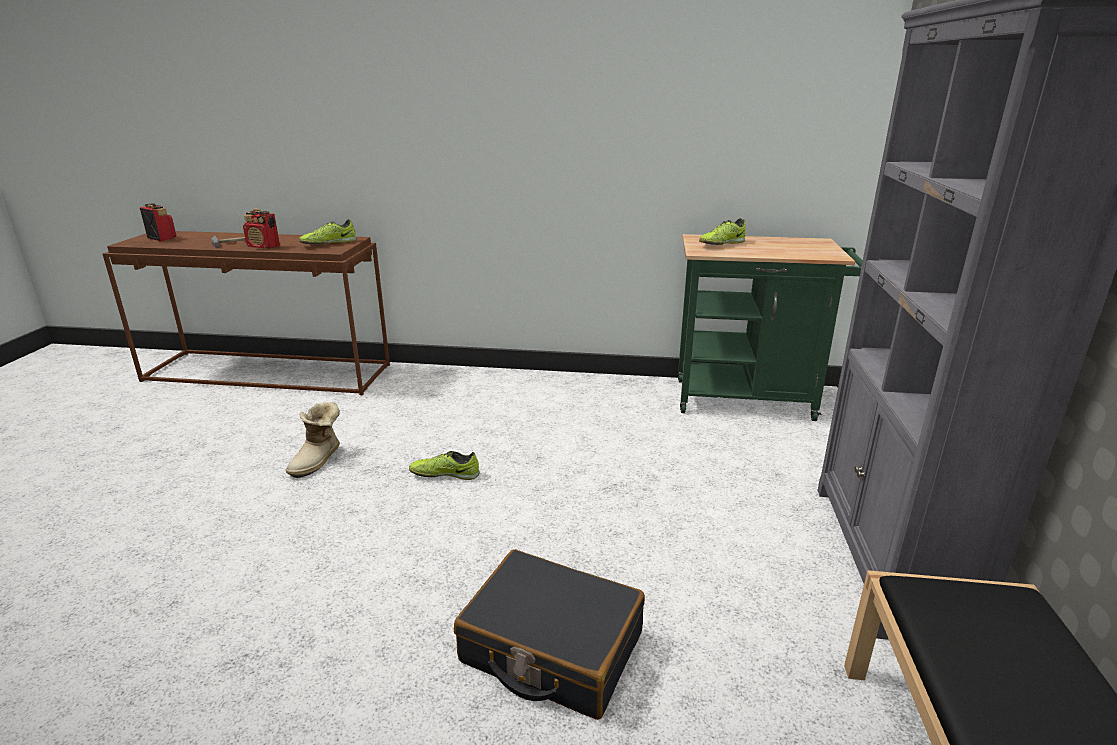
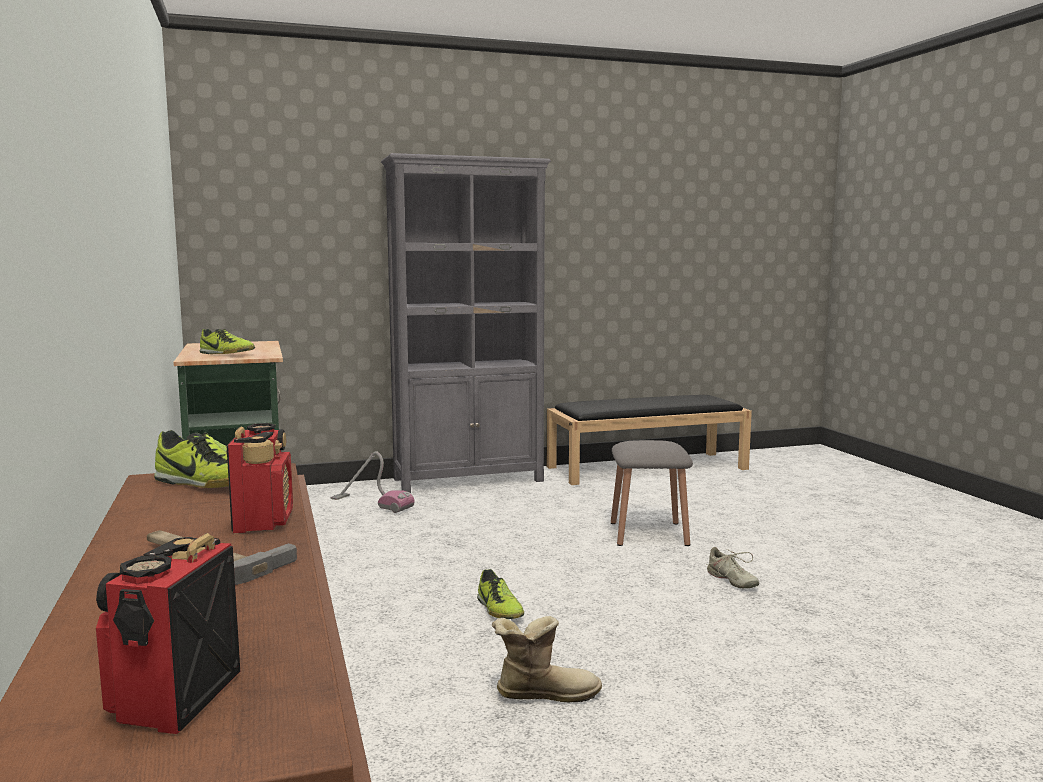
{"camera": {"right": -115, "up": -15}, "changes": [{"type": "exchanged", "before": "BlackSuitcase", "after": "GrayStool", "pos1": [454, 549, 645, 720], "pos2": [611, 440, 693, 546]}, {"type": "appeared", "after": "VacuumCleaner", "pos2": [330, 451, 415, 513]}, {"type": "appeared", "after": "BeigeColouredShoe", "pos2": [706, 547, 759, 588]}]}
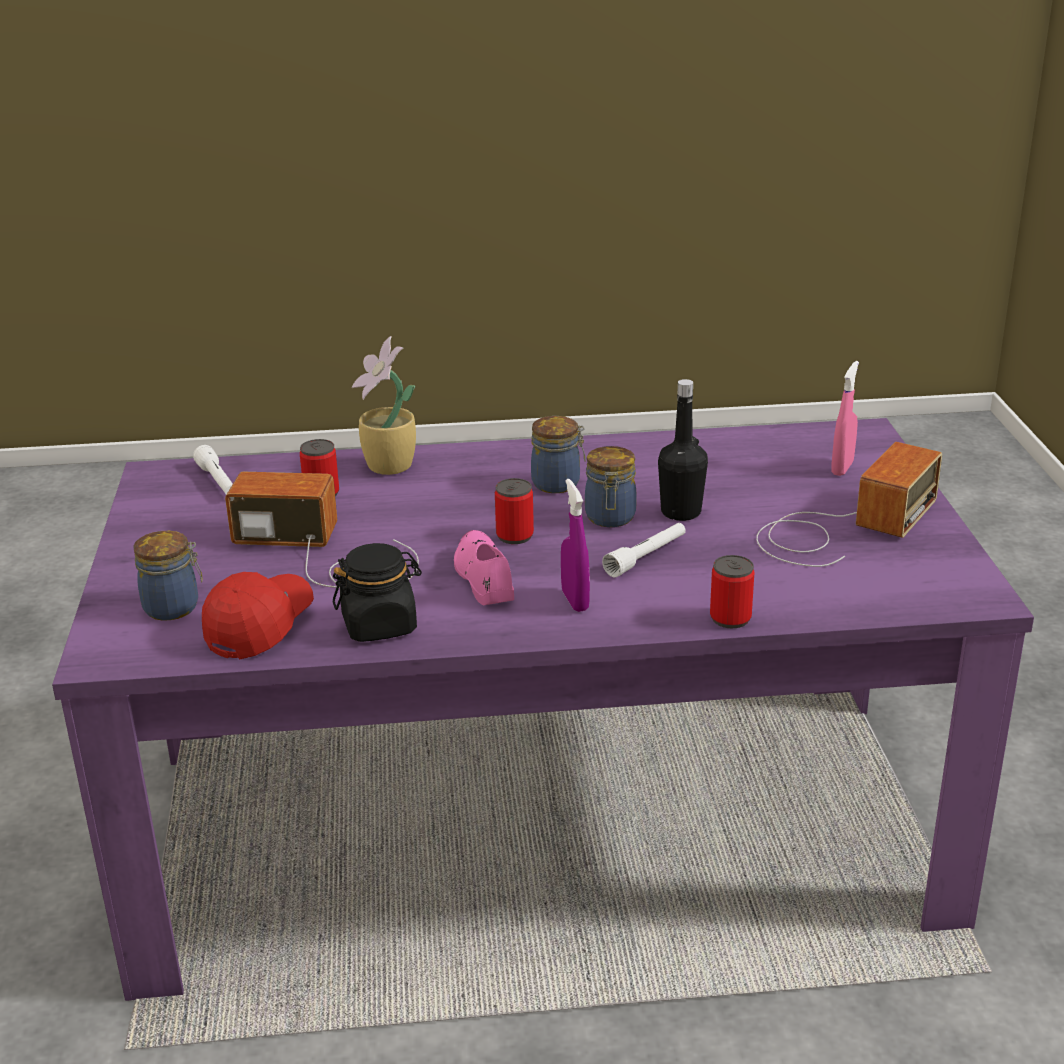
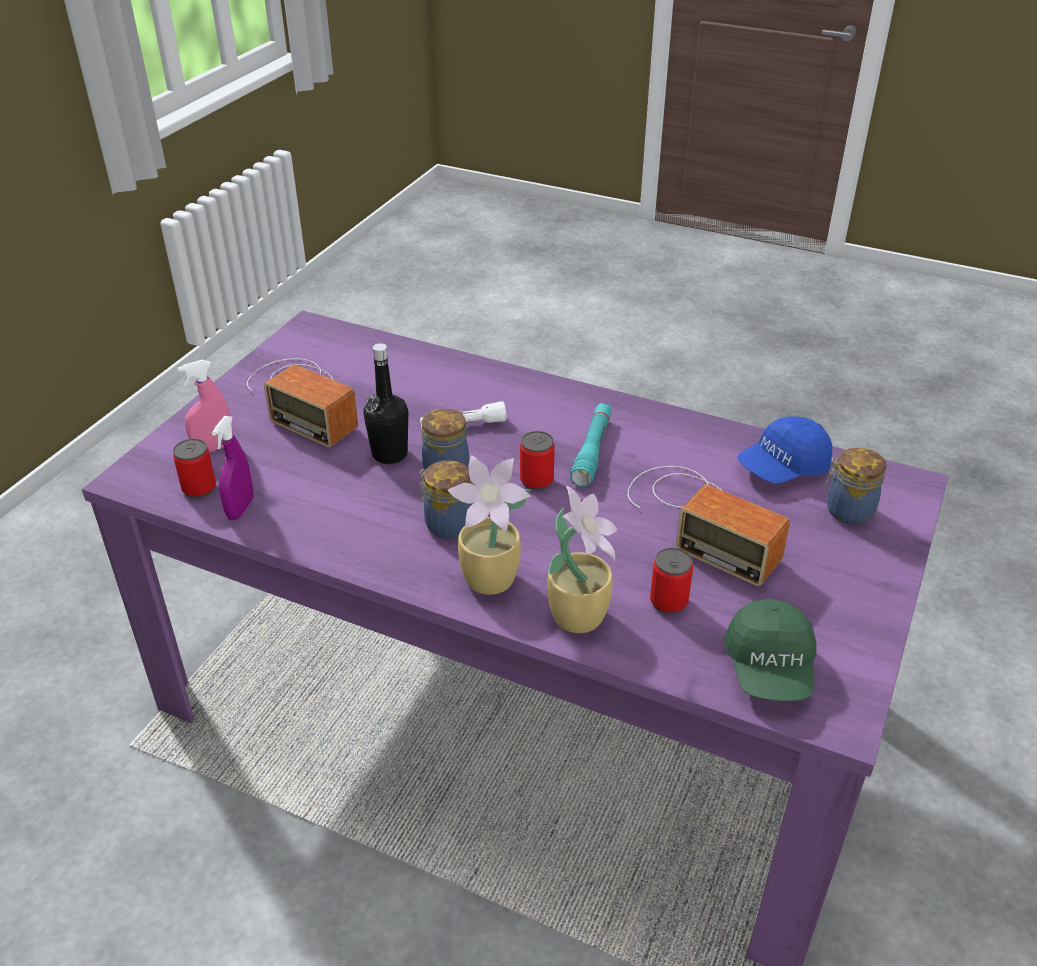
{"camera": {"right": -150, "up": 10}, "changes": [{"type": "exchanged", "before": "WhitishTorch", "after": "GreenPeakedCap", "pos1": [193, 445, 233, 495], "pos2": [724, 599, 817, 701]}, {"type": "colour", "before": "RedColouredPeakedCap", "after": "BluePeakedCap", "pos1": [202, 572, 314, 659], "pos2": [737, 416, 832, 484]}, {"type": "missing", "before": "BlackStorageJar", "pos1": [333, 543, 422, 642]}, {"type": "exchanged", "before": "PinkColouredShoe", "after": "BlueGreenTorch", "pos1": [454, 530, 514, 605], "pos2": [570, 403, 612, 487]}, {"type": "relocated", "before": "PurplishSprayBottle", "pos1": [561, 479, 590, 612], "pos2": [212, 416, 254, 520]}, {"type": "relocated", "before": "SealedCan", "pos1": [710, 555, 755, 628], "pos2": [173, 439, 216, 498]}, {"type": "spun", "before": "RadioSet", "pos1": [756, 442, 942, 567], "pos2": [247, 358, 358, 448], "turn": -120}, {"type": "appeared", "after": "PottedPlant", "pos2": [448, 455, 531, 595]}]}
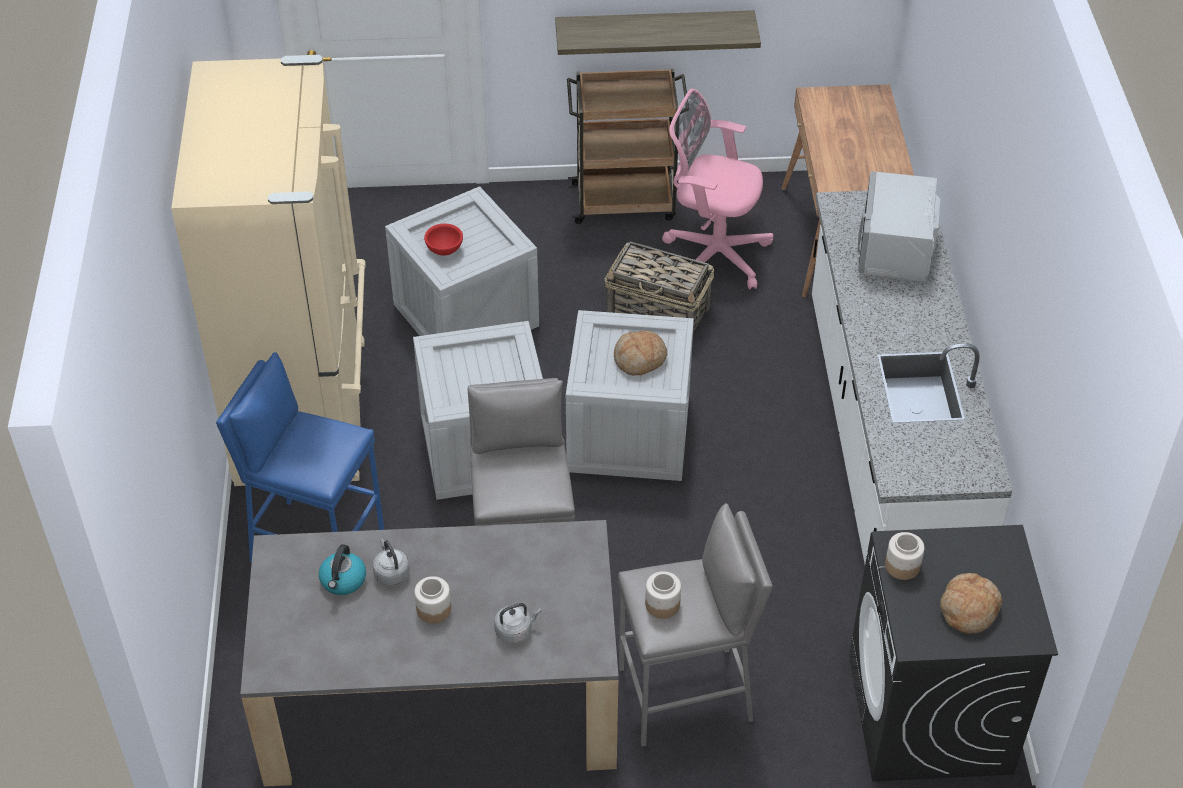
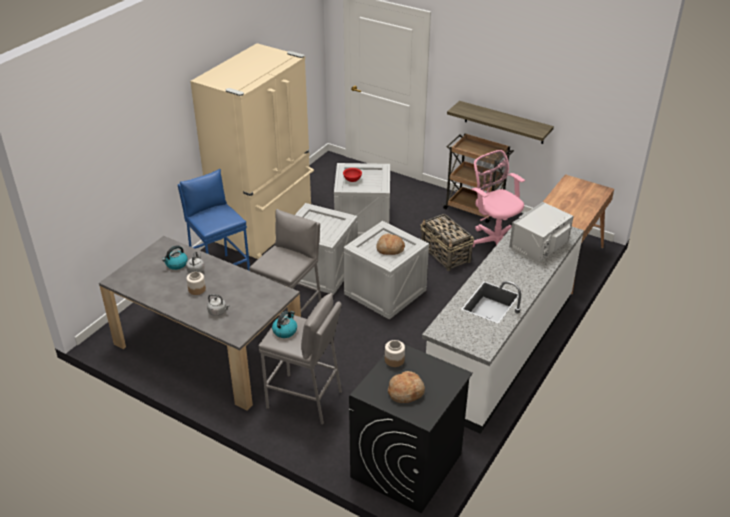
{"camera": {"right": 35, "up": -10}, "changes": [{"type": "exchanged", "before": "StorageJar", "after": "Kettle", "pos1": [645, 571, 681, 619], "pos2": [272, 311, 297, 338]}]}
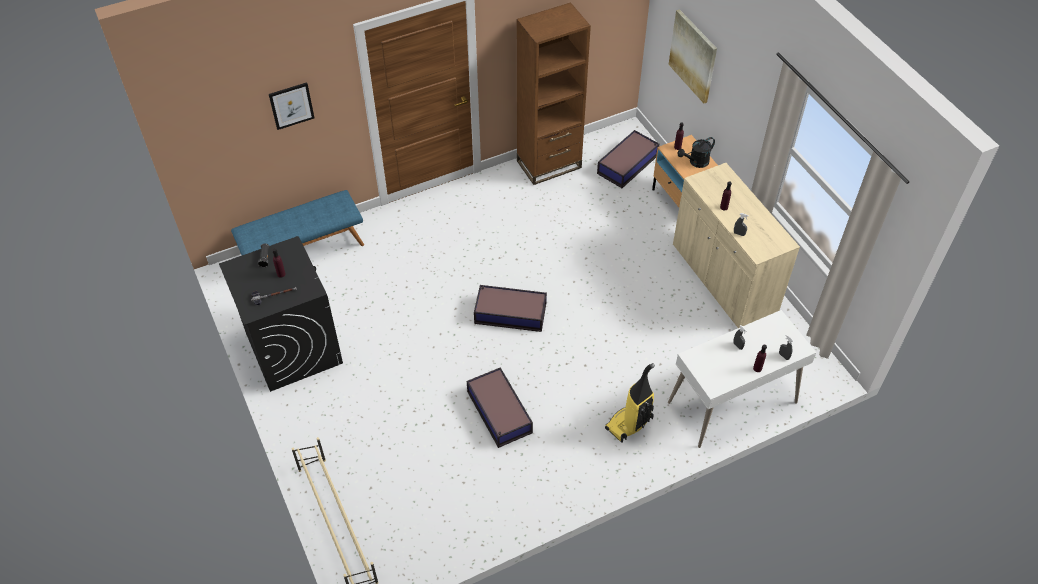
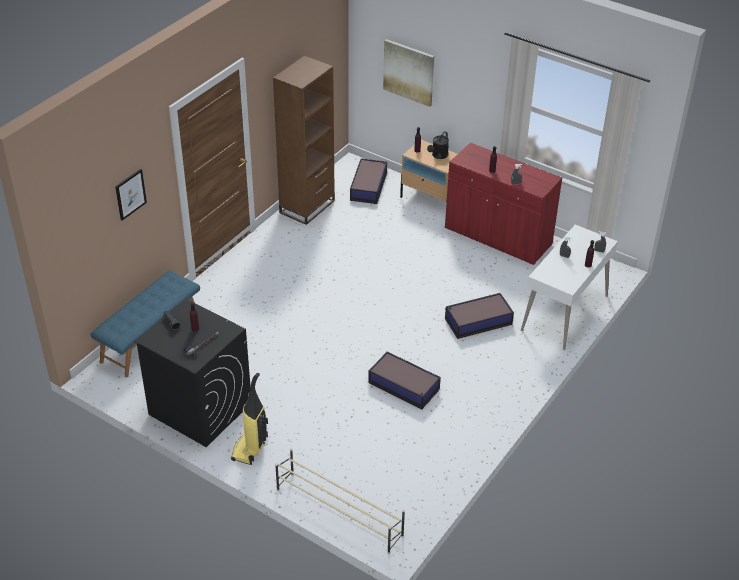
{"camera": {"right": -30, "up": -10}, "changes": [{"type": "relocated", "before": "StorageBin", "pos1": [474, 285, 547, 332], "pos2": [445, 293, 514, 339]}, {"type": "relocated", "before": "VacuumCleaner", "pos1": [605, 363, 655, 443], "pos2": [231, 373, 268, 465]}, {"type": "colour", "before": "BeigeColouredCupboard", "after": "RedColouredCupboard", "pos1": [673, 163, 800, 328], "pos2": [445, 143, 562, 265]}]}
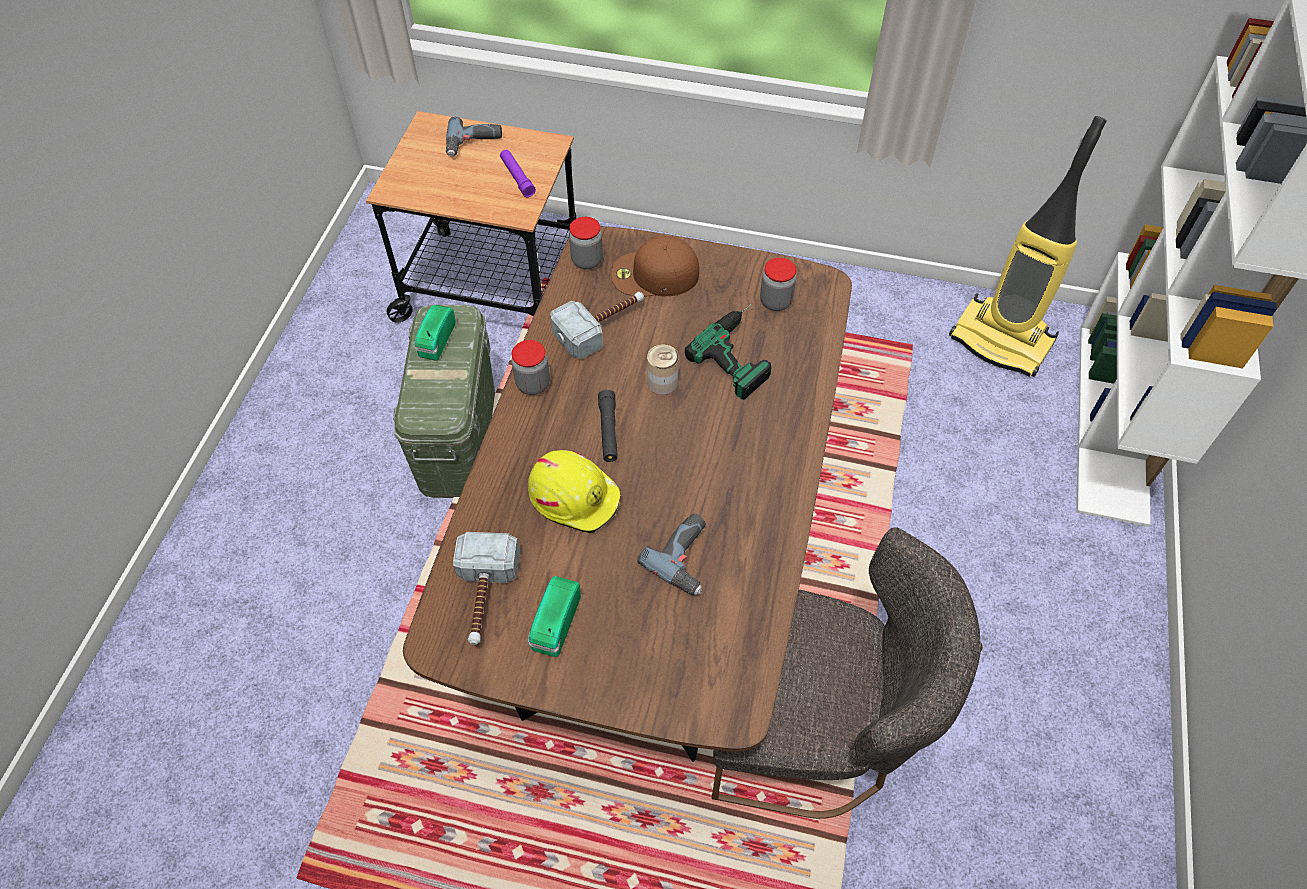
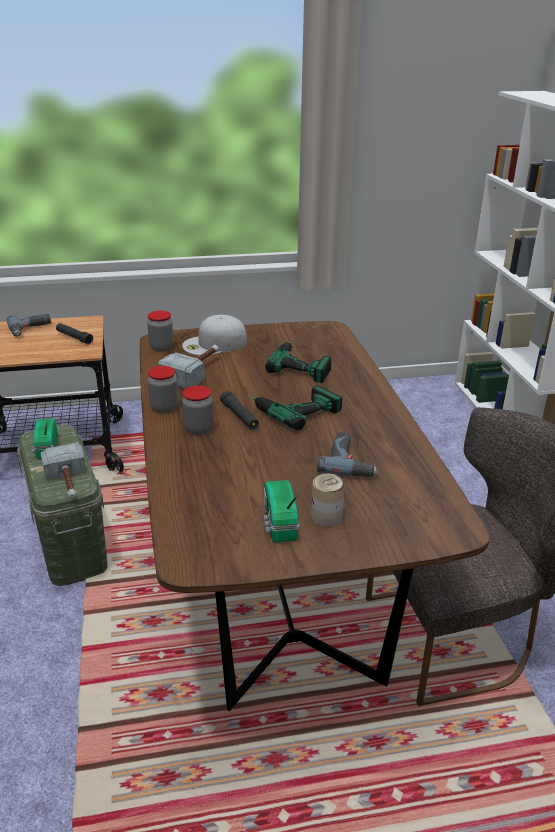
{"camera": {"right": -25, "up": -25}, "changes": [{"type": "relocated", "before": "HandHammer", "pos1": [453, 532, 520, 645], "pos2": [41, 443, 86, 498]}, {"type": "colour", "before": "PurplishTorch", "after": "BlackTorch", "pos1": [500, 150, 536, 197], "pos2": [56, 323, 93, 344]}, {"type": "missing", "before": "YellowishHardHat", "pos1": [528, 450, 621, 533]}, {"type": "colour", "before": "BrownPeakedCap", "after": "WhitishPeakedCap", "pos1": [611, 236, 699, 296], "pos2": [182, 315, 247, 356]}, {"type": "relocated", "before": "SealedCan", "pos1": [647, 345, 679, 395], "pos2": [311, 474, 345, 527]}, {"type": "relocated", "before": "StorageJar", "pos1": [760, 258, 796, 311], "pos2": [182, 385, 214, 435]}, {"type": "missing", "before": "VacuumCleaner", "pos1": [949, 116, 1107, 377]}, {"type": "appeared", "after": "PowerDrill", "pos2": [246, 386, 342, 430]}]}
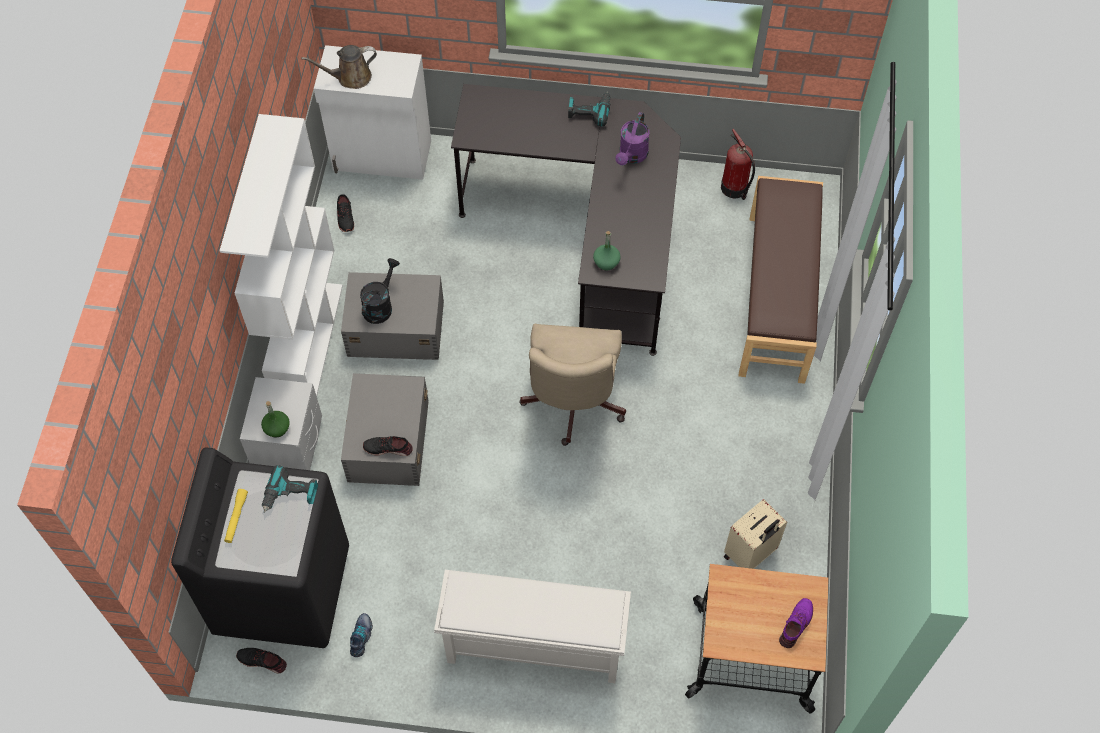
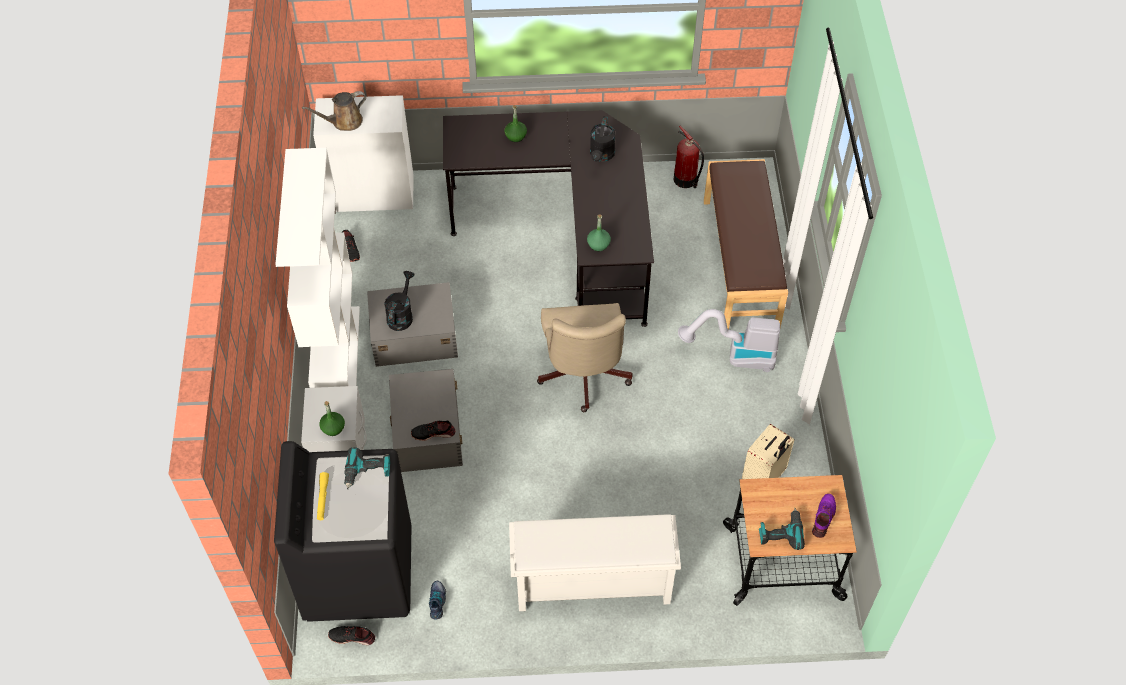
{"camera": {"right": -10, "up": -5}, "changes": [{"type": "relocated", "before": "PowerDrill", "pos1": [568, 91, 611, 127], "pos2": [759, 508, 805, 550]}, {"type": "colour", "before": "PurplishSprinklingCan", "after": "BlackSprinklingCan", "pos1": [616, 112, 649, 165], "pos2": [590, 116, 615, 162]}, {"type": "appeared", "after": "GreenDrinkBottle", "pos2": [504, 105, 527, 142]}, {"type": "appeared", "after": "VacuumCleaner", "pos2": [678, 309, 780, 372]}]}
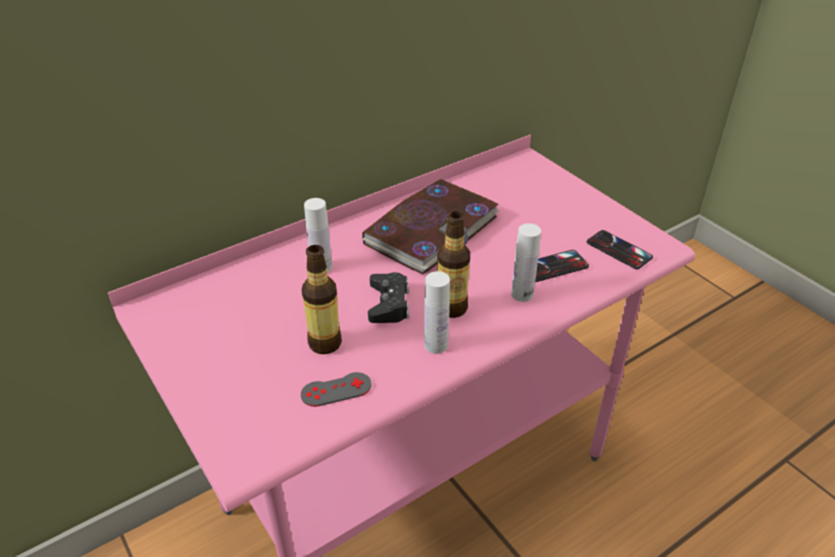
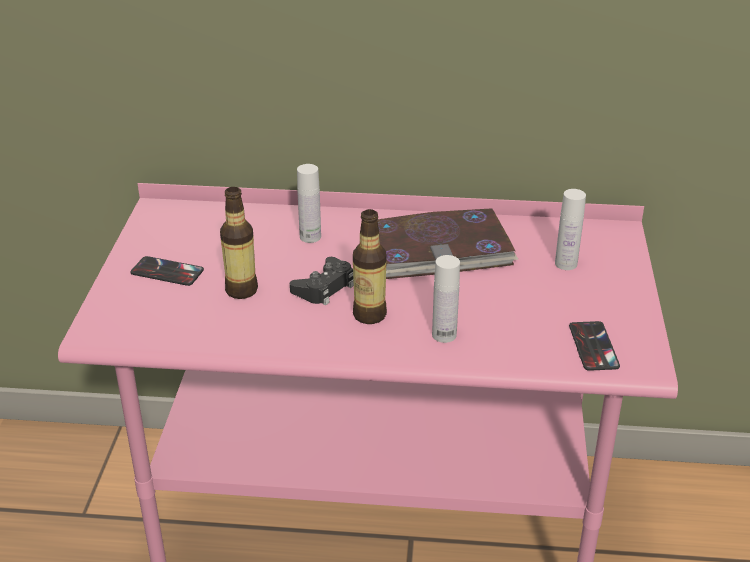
{"camera": {"right": 40, "up": -5}, "changes": [{"type": "missing", "before": "GrayJoypad", "pos1": [301, 372, 372, 407]}, {"type": "relocated", "before": "WhitishDrinkBottle", "pos1": [424, 271, 450, 354], "pos2": [555, 189, 586, 270]}, {"type": "relocated", "before": "Telephone", "pos1": [535, 250, 589, 282], "pos2": [130, 256, 204, 286]}]}
